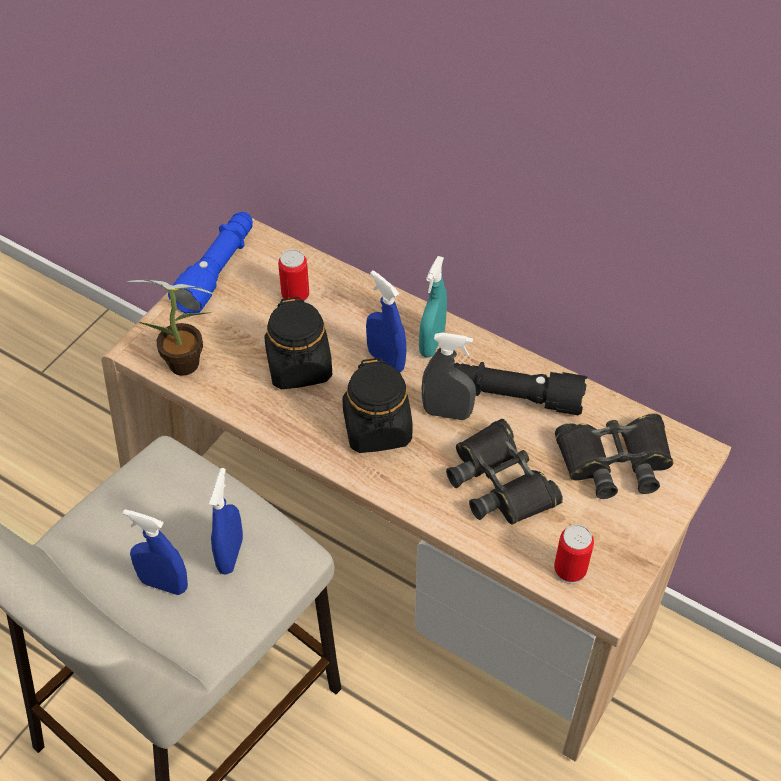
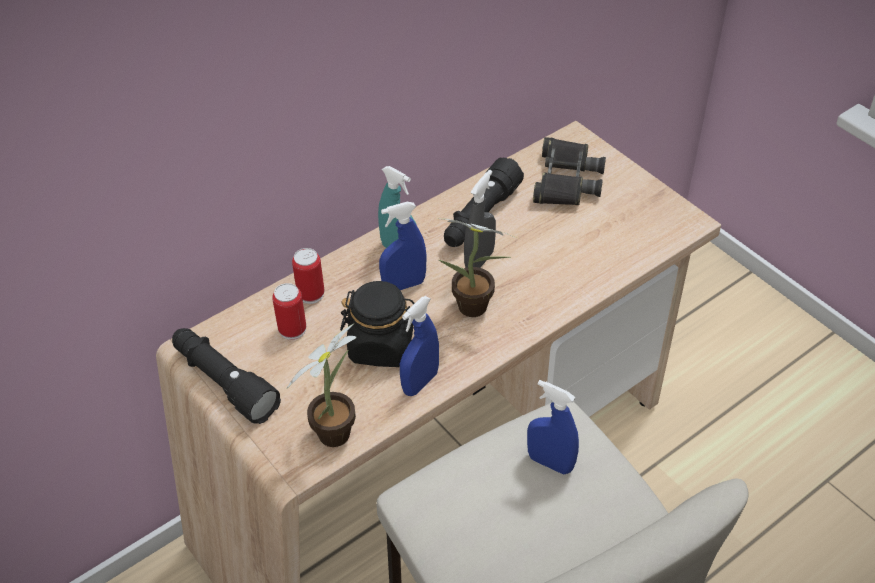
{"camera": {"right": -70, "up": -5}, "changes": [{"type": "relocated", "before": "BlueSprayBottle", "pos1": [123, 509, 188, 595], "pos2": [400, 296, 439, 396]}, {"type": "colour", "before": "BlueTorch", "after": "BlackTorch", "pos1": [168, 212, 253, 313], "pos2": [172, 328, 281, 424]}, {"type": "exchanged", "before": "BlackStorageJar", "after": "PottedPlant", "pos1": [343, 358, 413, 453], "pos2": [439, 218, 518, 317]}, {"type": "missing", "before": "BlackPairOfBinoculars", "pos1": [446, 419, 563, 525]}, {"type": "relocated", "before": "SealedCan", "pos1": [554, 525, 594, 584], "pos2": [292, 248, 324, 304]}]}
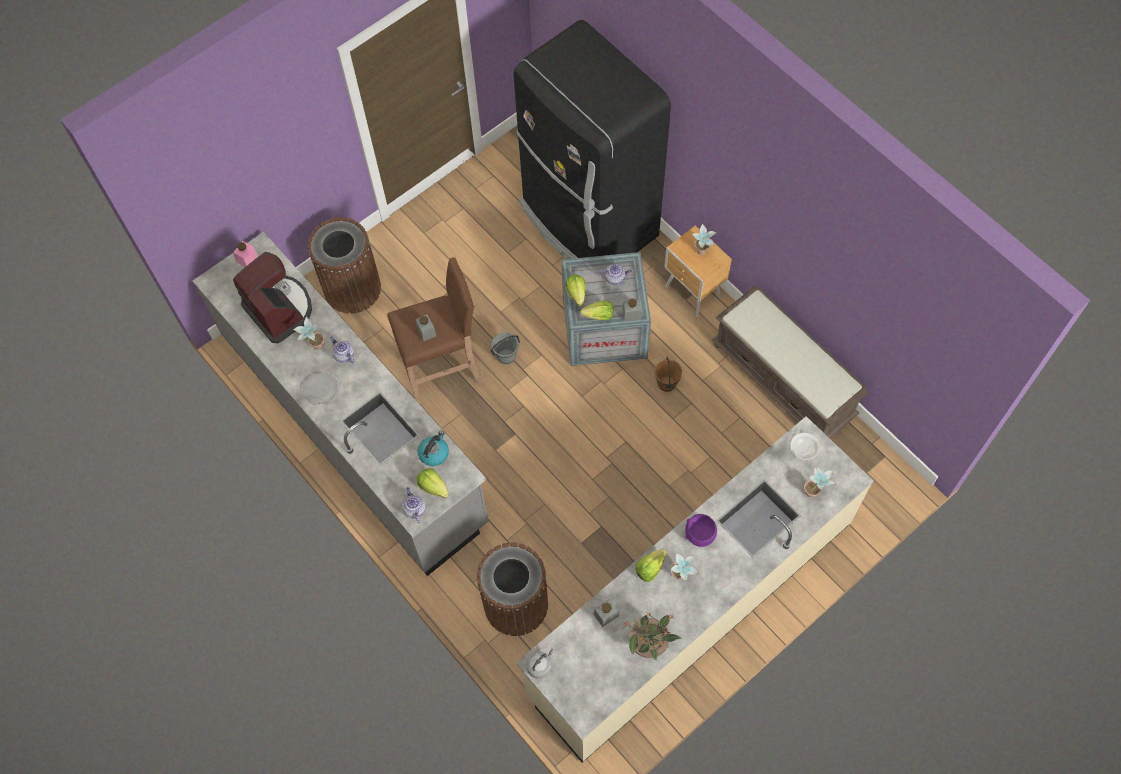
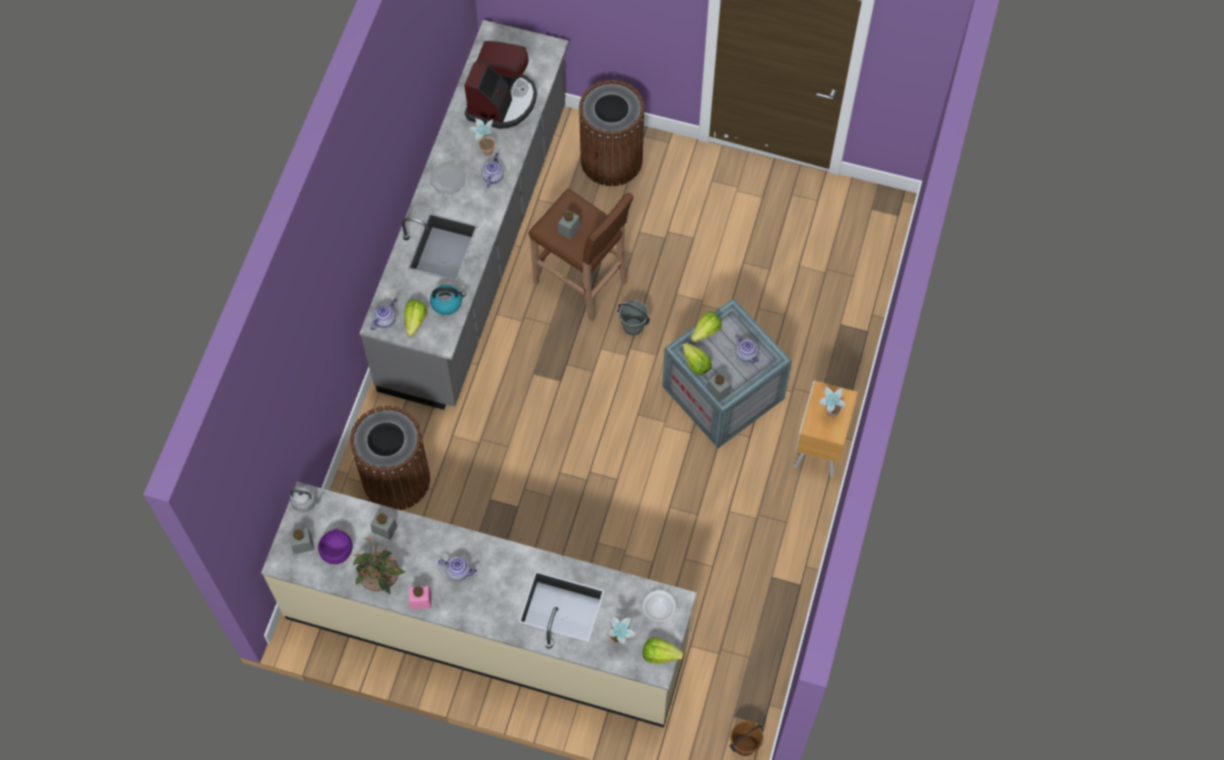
{"camera": {"right": 55, "up": 0}, "changes": [{"type": "relocated", "before": "PinkColouredStorageJar", "pos1": [233, 241, 258, 267], "pos2": [409, 586, 431, 609]}, {"type": "missing", "before": "BlackRefrigerator", "pos1": [513, 20, 671, 259]}, {"type": "relocated", "before": "Lettuce", "pos1": [635, 549, 667, 582], "pos2": [642, 637, 684, 664]}, {"type": "relocated", "before": "BrownPail", "pos1": [655, 357, 682, 392], "pos2": [729, 721, 764, 756]}, {"type": "exchanged", "before": "PottedPlant", "after": "Teapot", "pos1": [671, 554, 699, 582], "pos2": [438, 556, 477, 581]}, {"type": "relocated", "before": "PurplishDeepDish", "pos1": [685, 514, 717, 547], "pos2": [318, 528, 352, 564]}, {"type": "missing", "before": "BrownBench", "pos1": [712, 286, 869, 438]}, {"type": "appeared", "after": "GrayStorageJar", "pos2": [289, 528, 314, 554]}]}
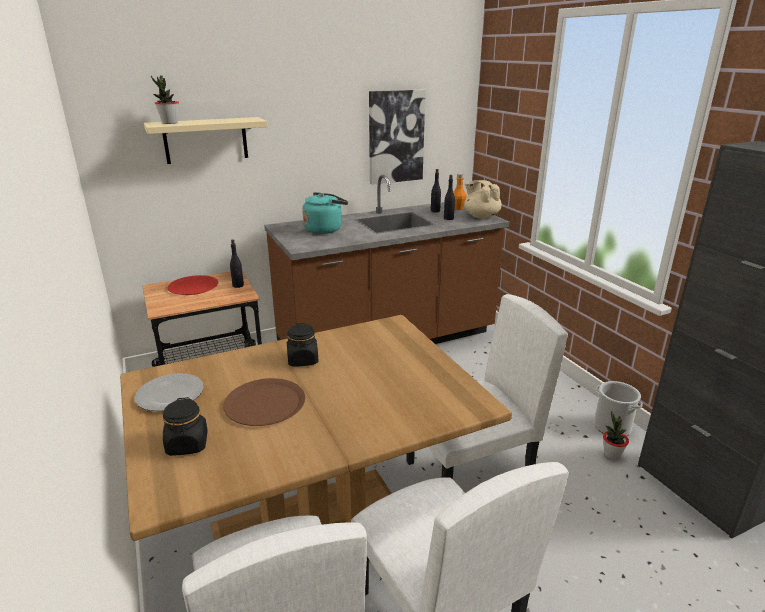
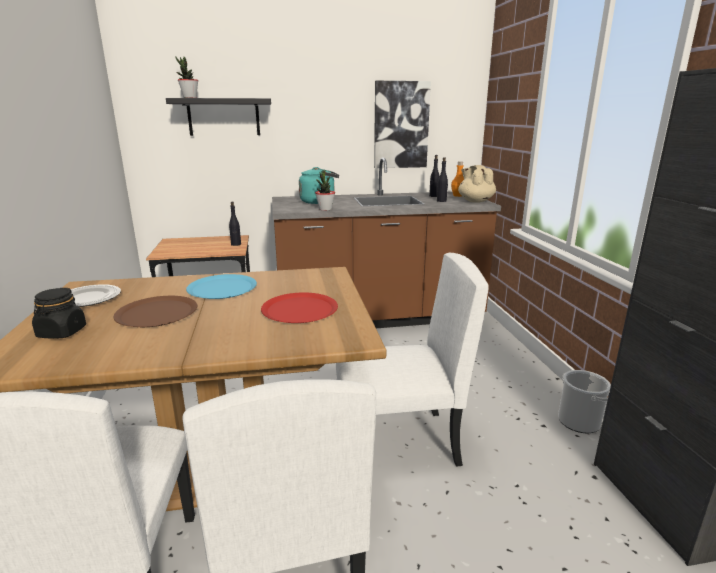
{"camera": {"right": 15, "up": -5}, "changes": [{"type": "colour", "before": "BeigeColouredWallShelf", "after": "BlackWallShelf", "pos1": [144, 117, 268, 164], "pos2": [166, 98, 271, 136]}, {"type": "relocated", "before": "RedColouredDinnerPlate", "pos1": [168, 275, 218, 295], "pos2": [261, 292, 338, 323]}, {"type": "exchanged", "before": "BlackStorageJar", "after": "BlueDinnerPlate", "pos1": [287, 323, 318, 367], "pos2": [186, 274, 257, 299]}, {"type": "relocated", "before": "PottedPlant", "pos1": [603, 411, 629, 460], "pos2": [315, 170, 335, 211]}]}
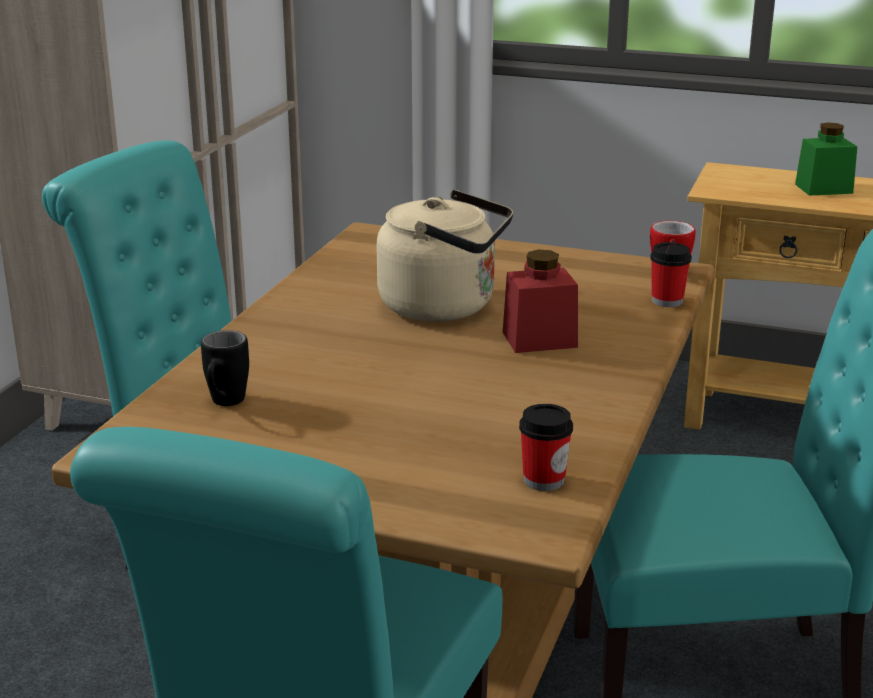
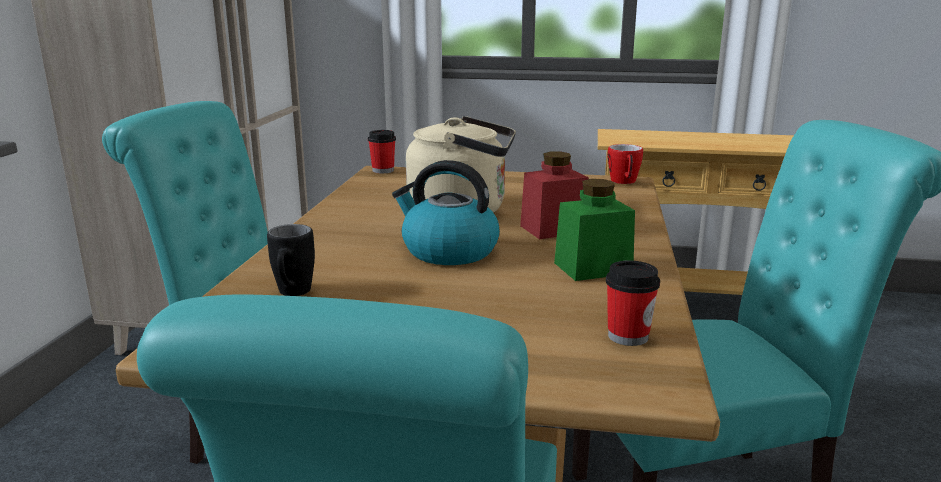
{"camera": {"right": -10, "up": -5}, "changes": [{"type": "relocated", "before": "SmallCup", "pos1": [650, 242, 691, 307], "pos2": [368, 130, 396, 173]}, {"type": "relocated", "before": "GreenStorageJar", "pos1": [795, 123, 857, 196], "pos2": [554, 179, 635, 281]}, {"type": "appeared", "after": "Kettle", "pos2": [392, 160, 500, 265]}]}
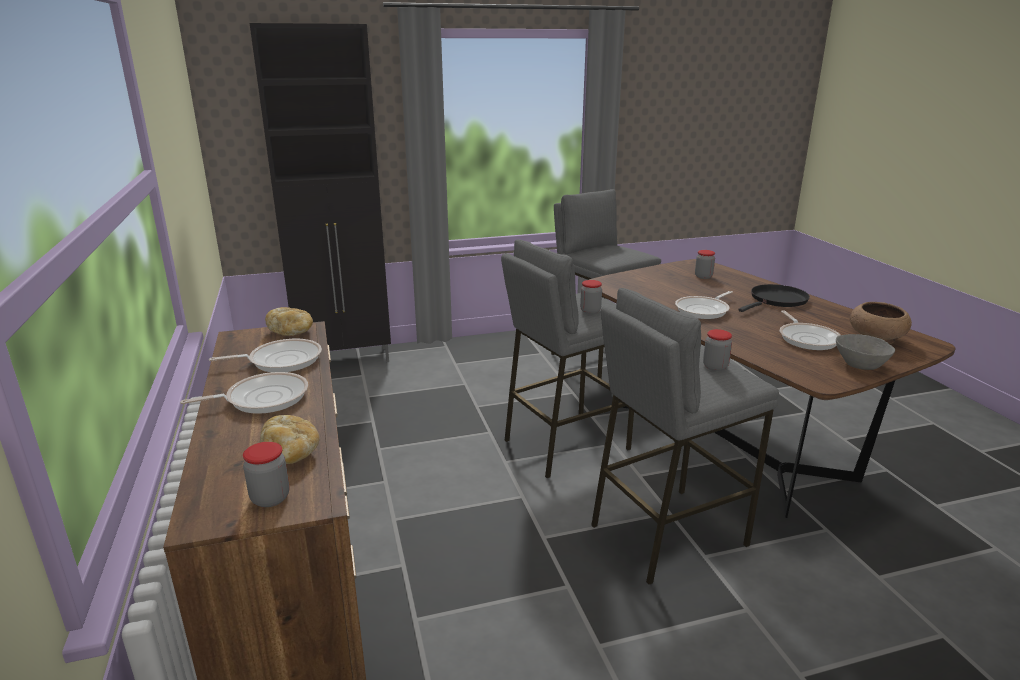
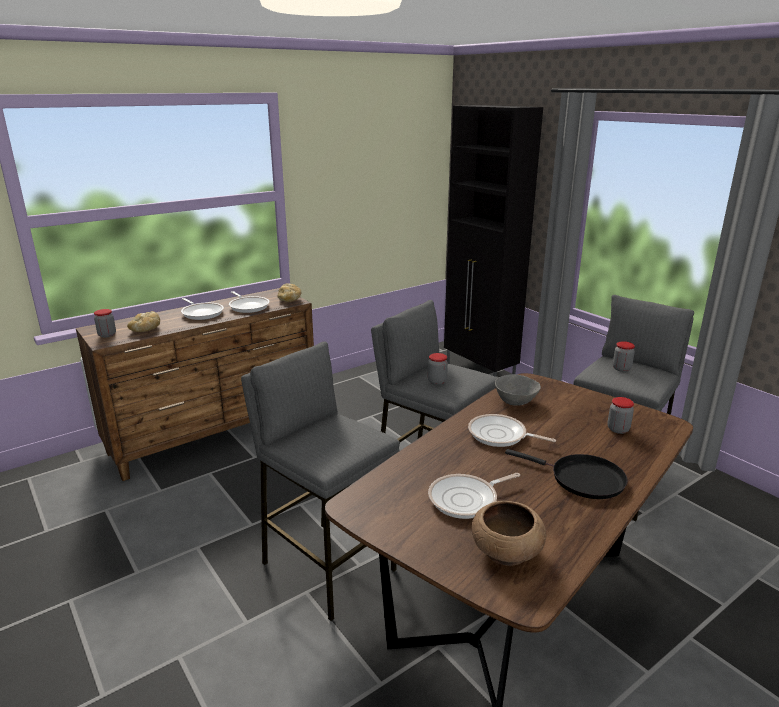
{"camera": {"right": 70, "up": 0}, "changes": [{"type": "relocated", "before": "StorageJar", "pos1": [703, 329, 732, 371], "pos2": [613, 341, 635, 372]}, {"type": "relocated", "before": "GrayDeepDish", "pos1": [836, 334, 895, 370], "pos2": [495, 374, 541, 406]}]}
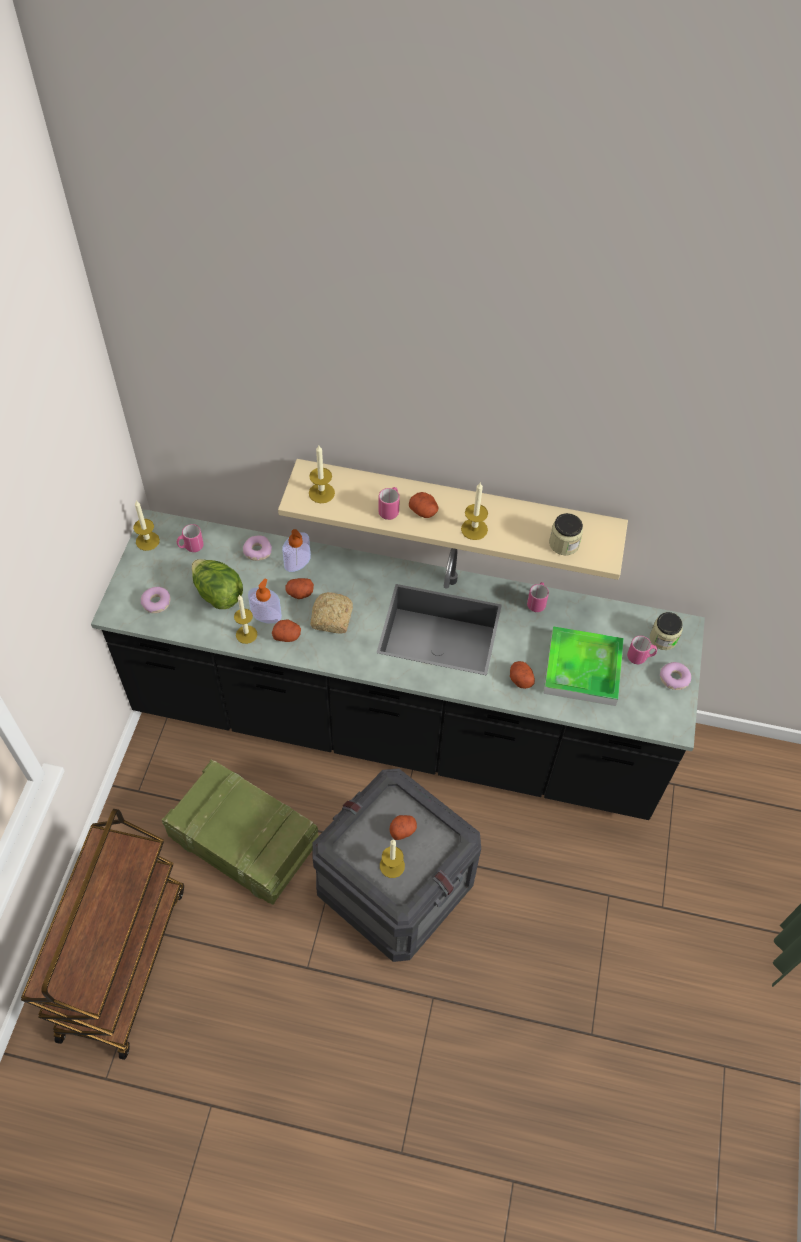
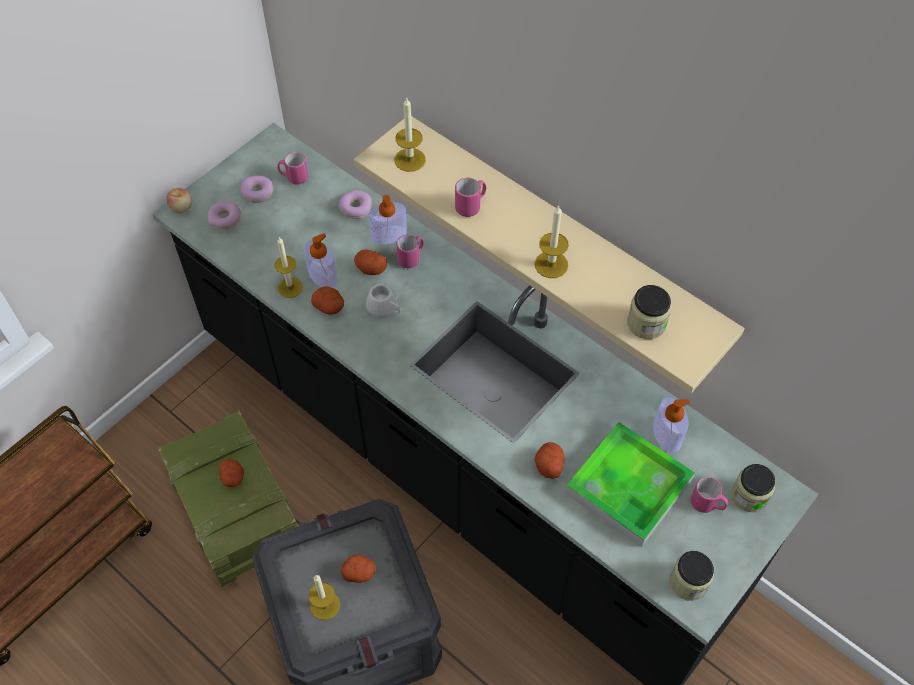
{"camera": {"right": 30, "up": 0}, "changes": [{"type": "missing", "before": "Candle", "pos1": [133, 501, 160, 551]}, {"type": "missing", "before": "Lettuce", "pos1": [192, 559, 243, 609]}, {"type": "exchanged", "before": "Bread", "after": "WhitishMug", "pos1": [310, 592, 353, 634], "pos2": [366, 284, 400, 318]}, {"type": "relocated", "before": "WholePotato", "pos1": [409, 492, 438, 518], "pos2": [219, 459, 244, 487]}, {"type": "relocated", "before": "PinkColouredMug", "pos1": [527, 582, 549, 612], "pos2": [396, 235, 424, 268]}, {"type": "relocated", "before": "RingDoughnut", "pos1": [660, 662, 691, 690], "pos2": [241, 175, 273, 203]}, {"type": "appeared", "after": "WholeApple", "pos2": [166, 188, 192, 213]}, {"type": "appeared", "after": "SoapBottle", "pos2": [653, 398, 690, 453]}, {"type": "appeared", "after": "StorageJar", "pos2": [670, 551, 714, 601]}]}
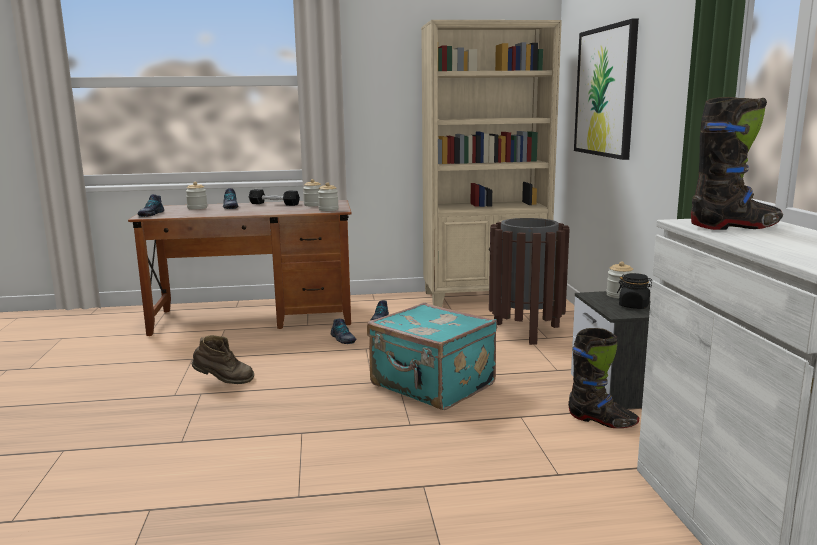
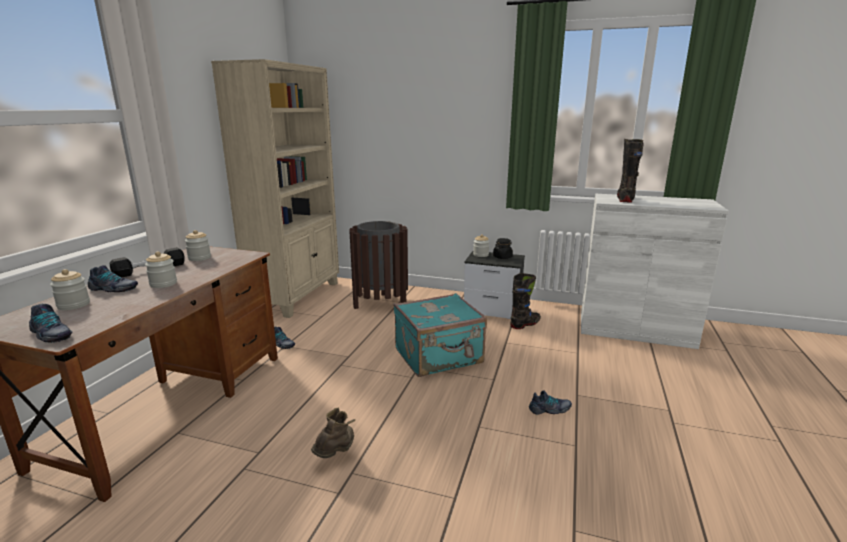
{"camera": {"right": -65, "up": 5}, "changes": [{"type": "relocated", "before": "StorageJar", "pos1": [318, 182, 339, 211], "pos2": [145, 252, 177, 288]}, {"type": "relocated", "before": "Shoe", "pos1": [331, 319, 357, 344], "pos2": [529, 390, 572, 414]}, {"type": "missing", "before": "WallPicture", "pos1": [574, 18, 639, 160]}]}
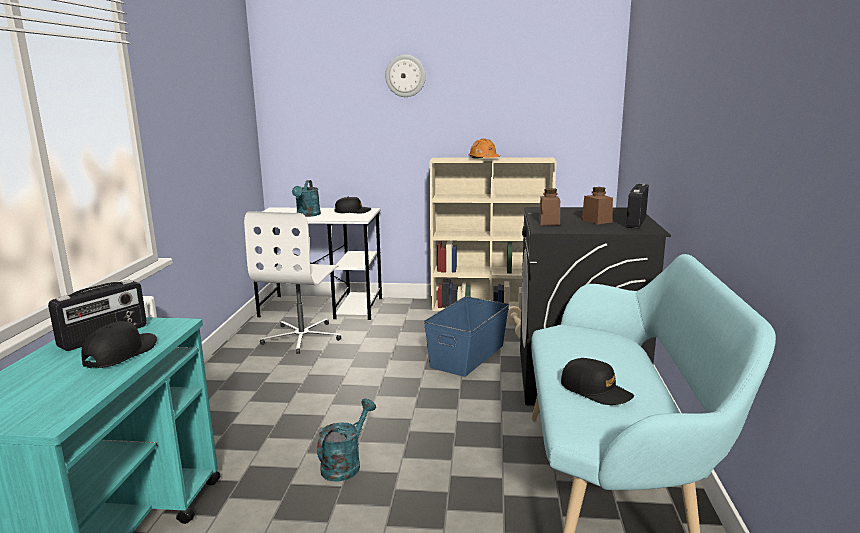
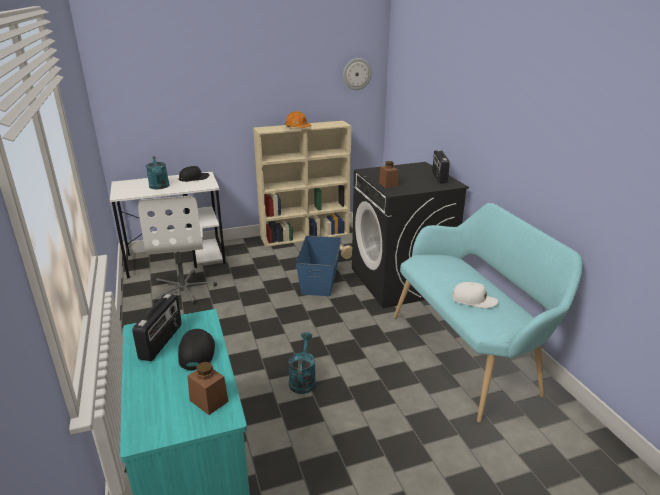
{"camera": {"right": -25, "up": 10}, "changes": [{"type": "relocated", "before": "HangingClock", "pos1": [385, 55, 426, 97], "pos2": [343, 58, 372, 90]}, {"type": "colour", "before": "BlackPeakedCap", "after": "WhitishPeakedCap", "pos1": [561, 358, 634, 405], "pos2": [452, 282, 498, 308]}, {"type": "relocated", "before": "BrownStorageJar", "pos1": [582, 187, 613, 224], "pos2": [187, 362, 229, 415]}]}
